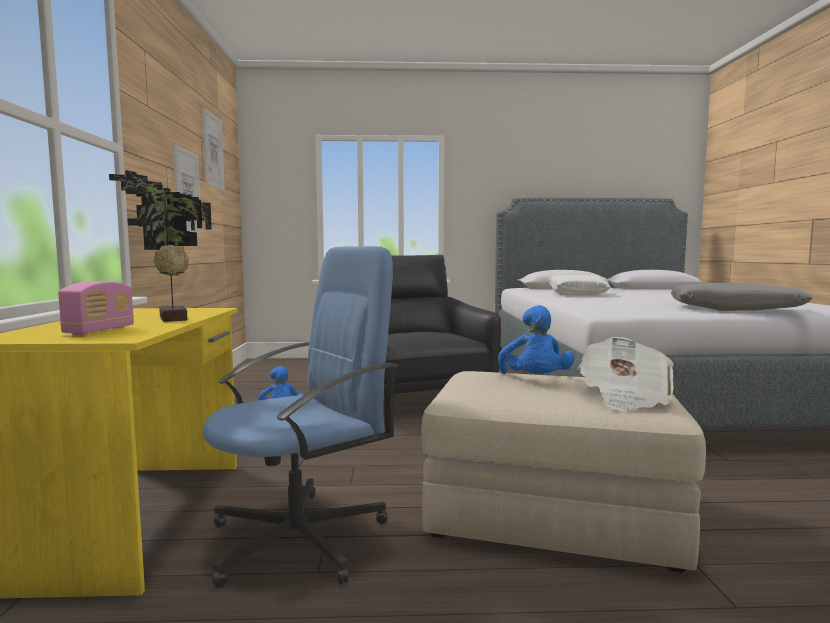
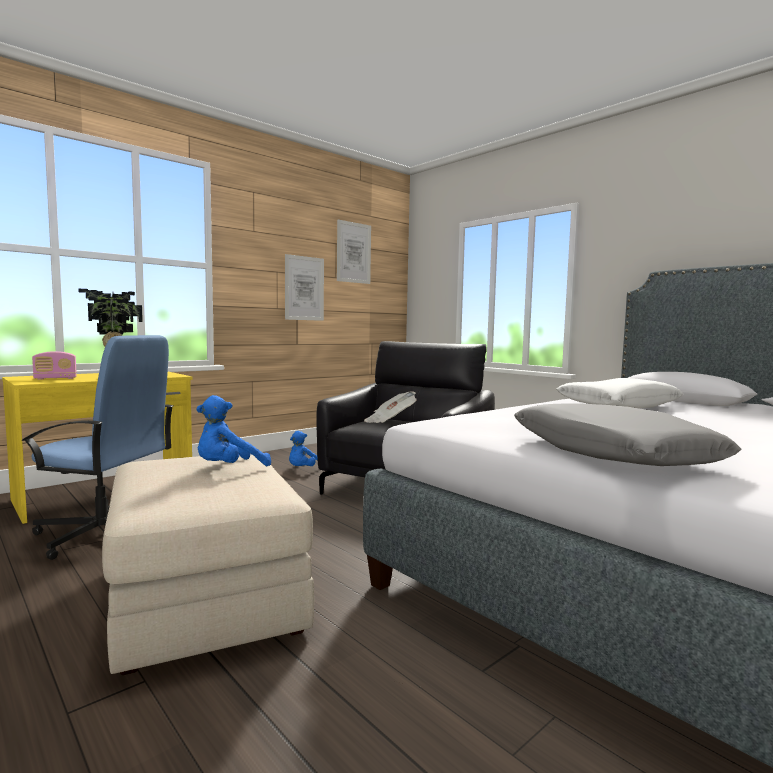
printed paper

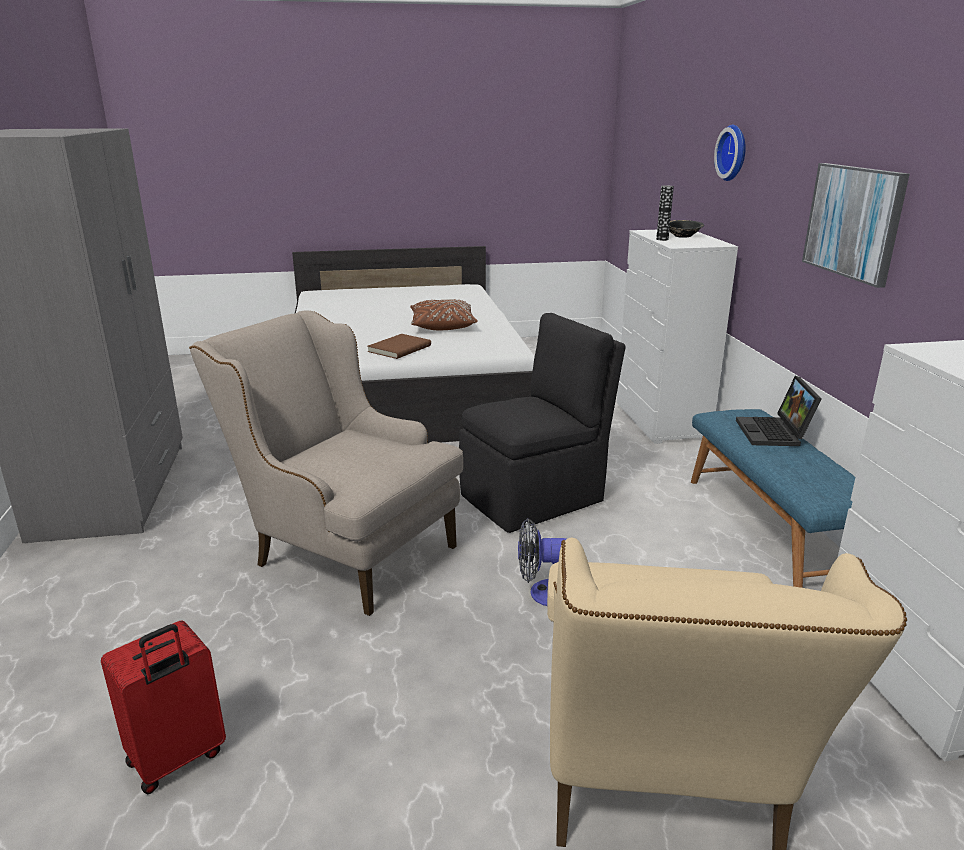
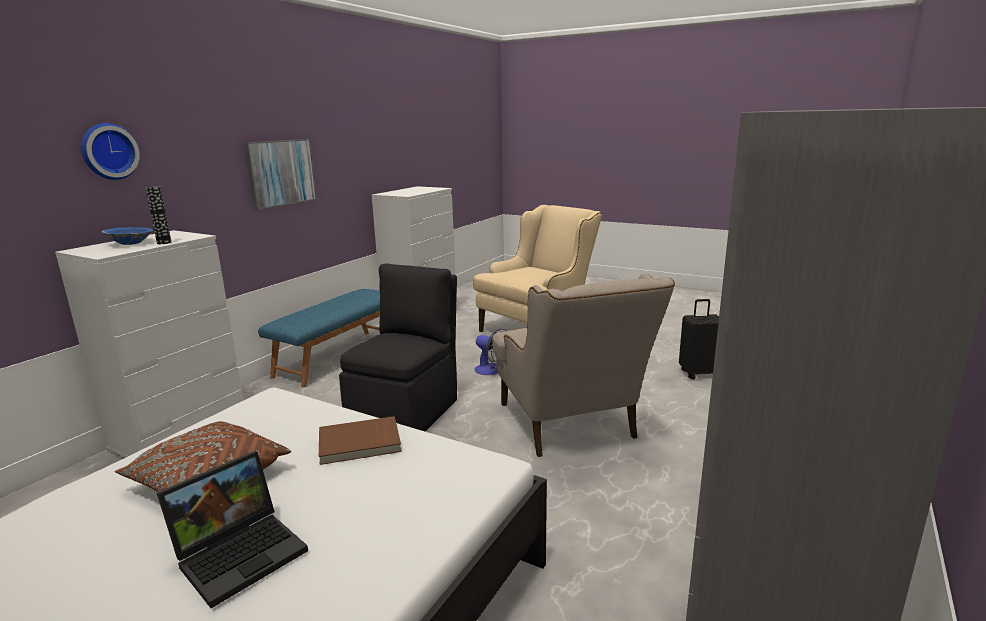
blue-coloured deep dish; black plain chair; notebook computer; black travel case

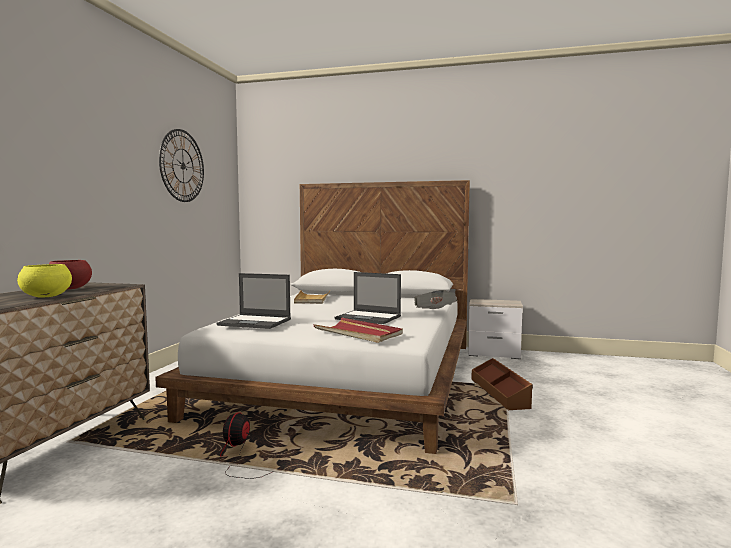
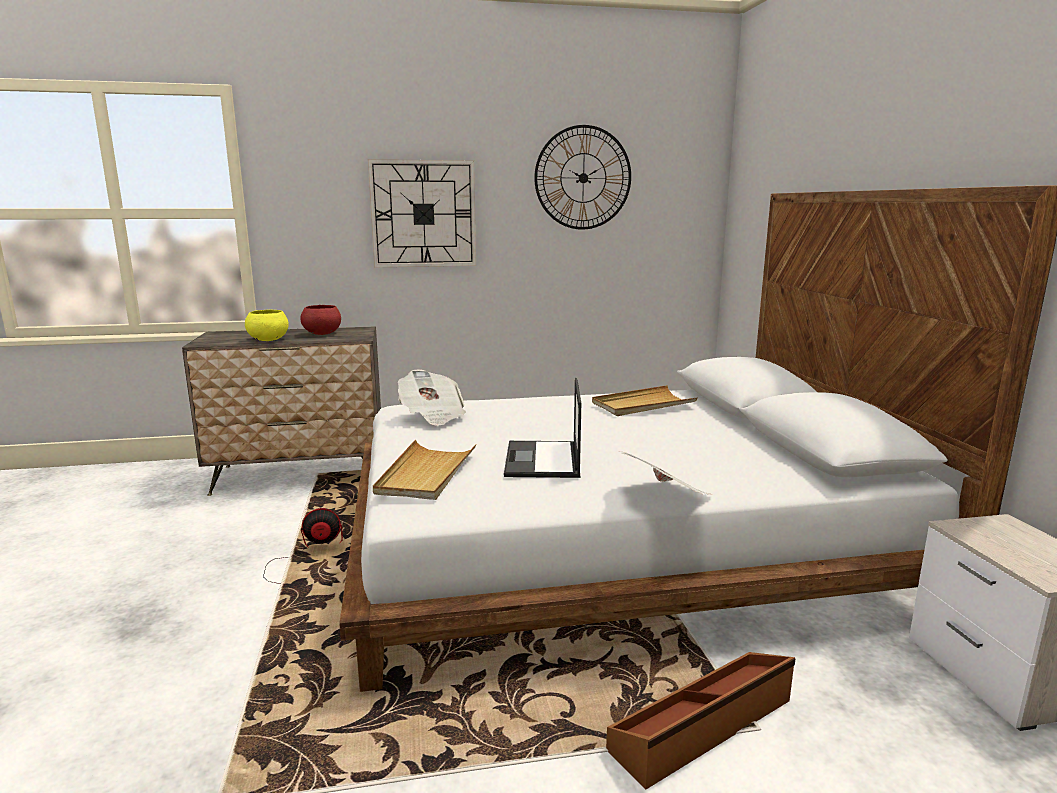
printed paper (1st from left); beige-coloured serving tray (1st from left); clock on the wall (1st from left)

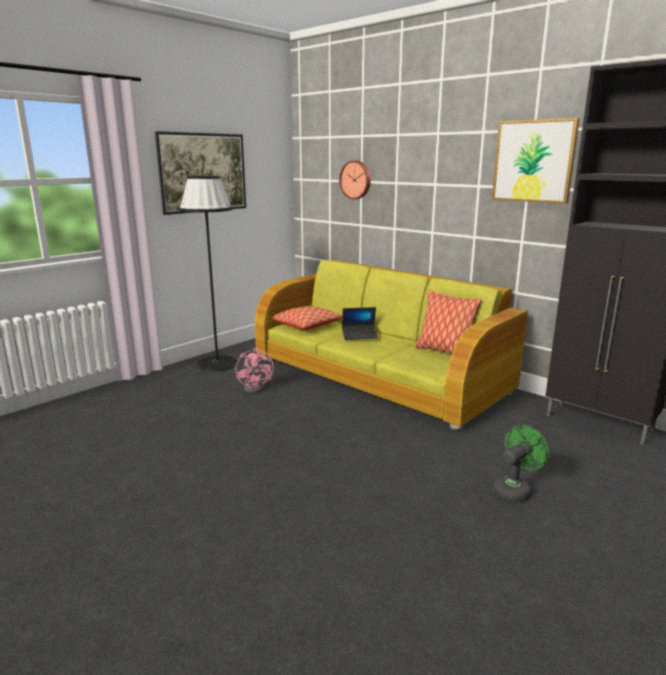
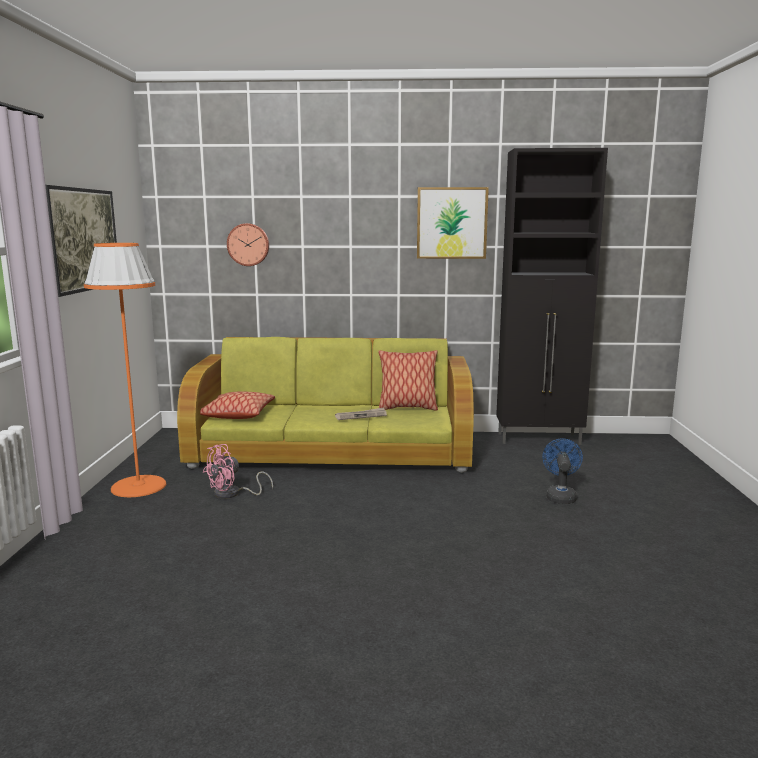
orangey floor lamp; notebook computer; pink-coloured electric fan; blue-coloured electric fan; printed paper

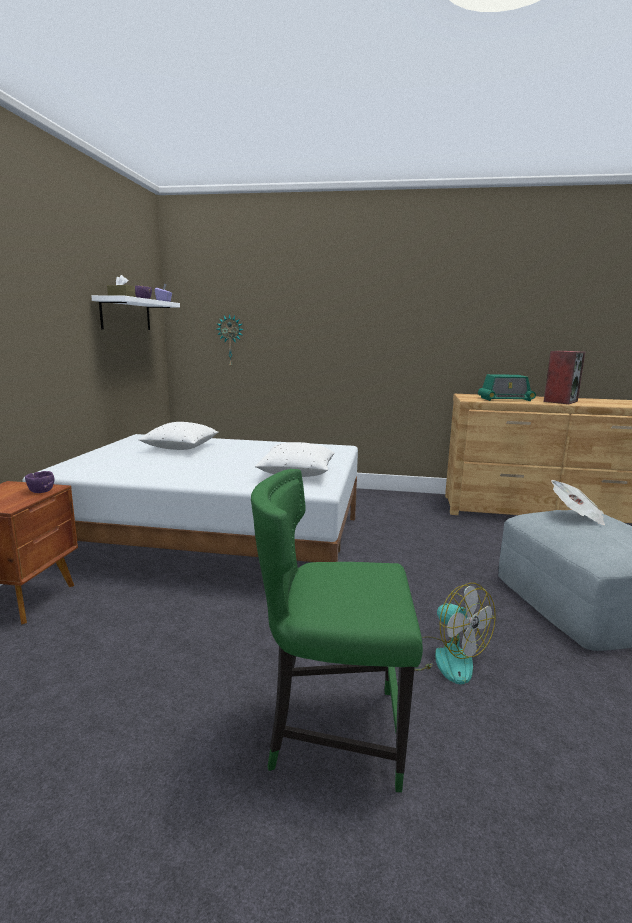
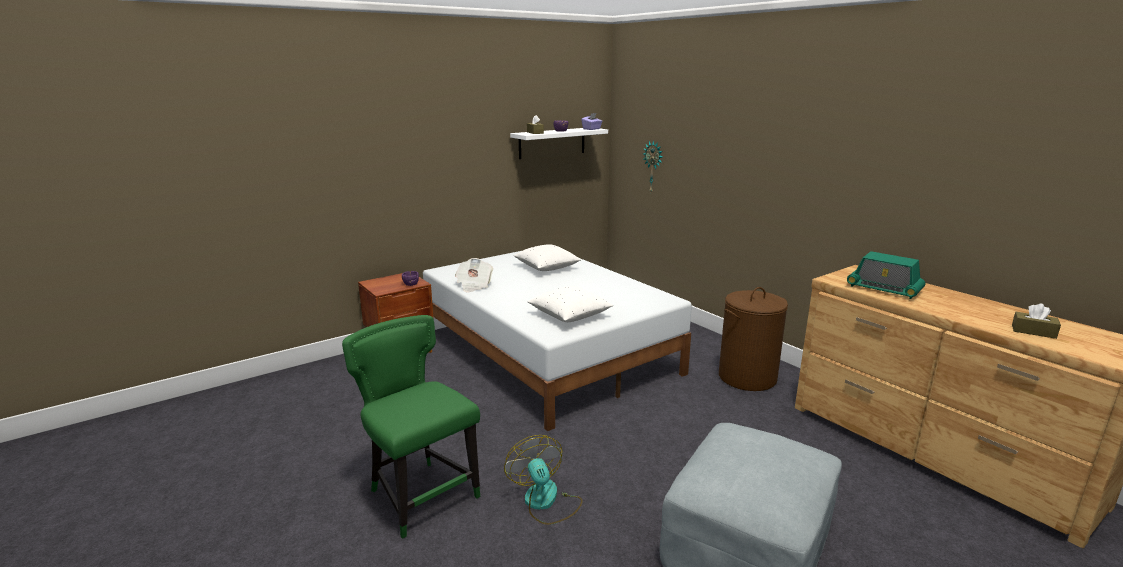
audio speaker; printed paper; electric fan; brown hamper; brown box of tissues (2nd from left)

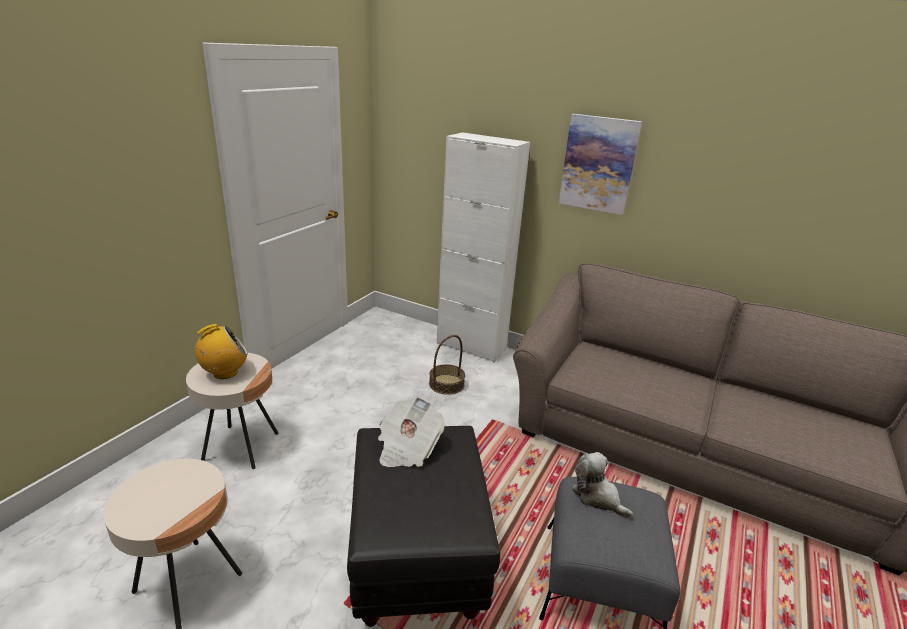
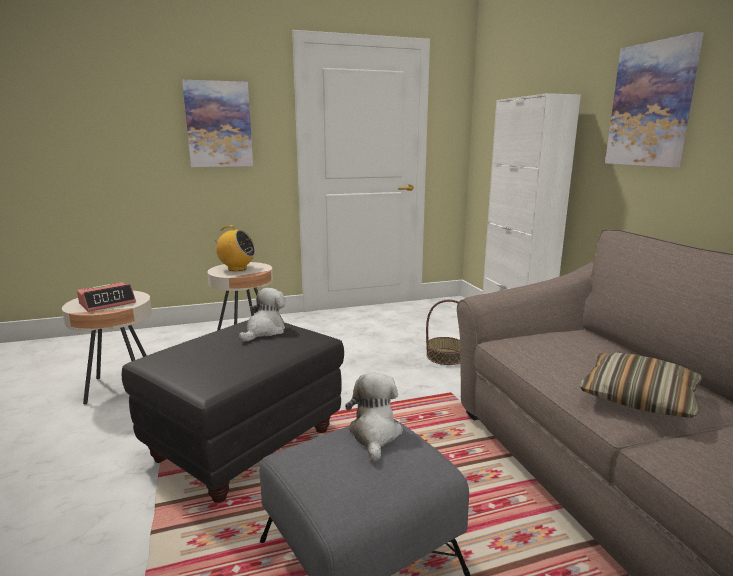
soft toy (1st from left); wall picture (1st from left); table clock; pillow

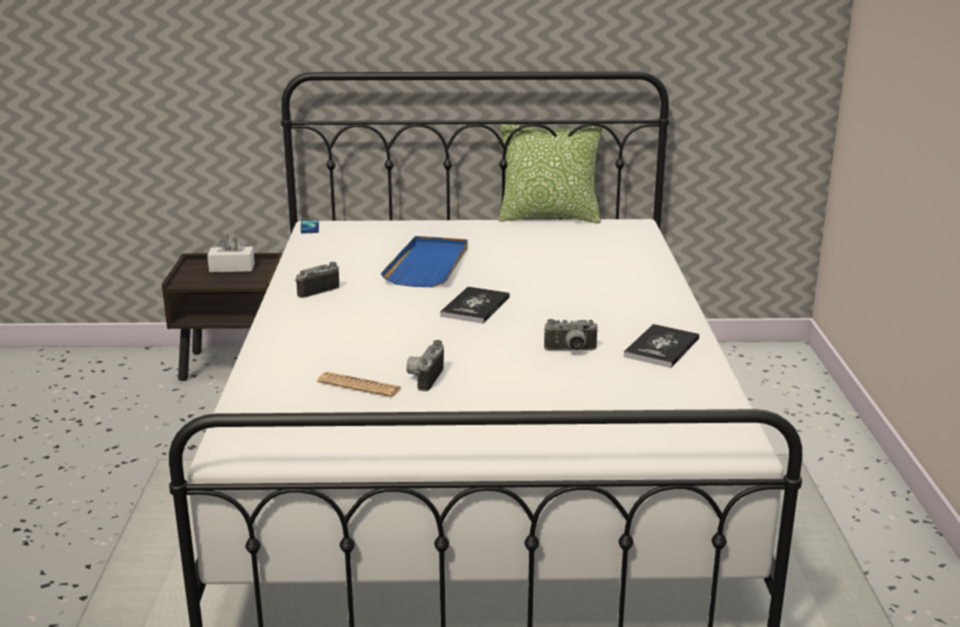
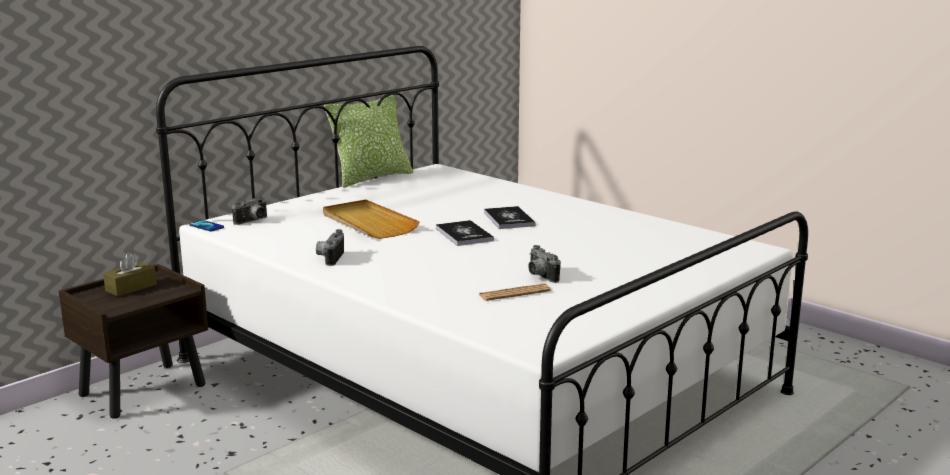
brown box of tissues; beige-coloured serving tray; photo camera (1st from left); volume (2nd from left)

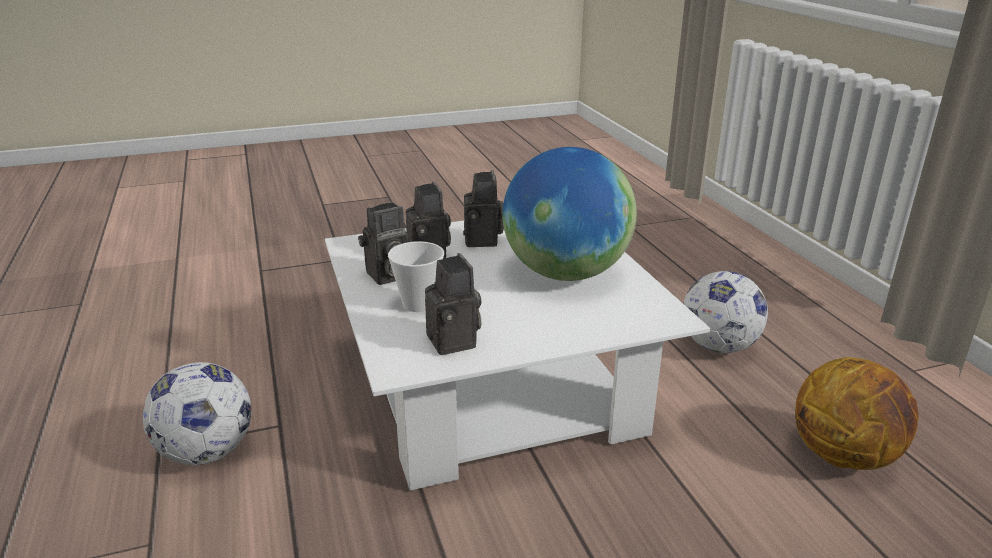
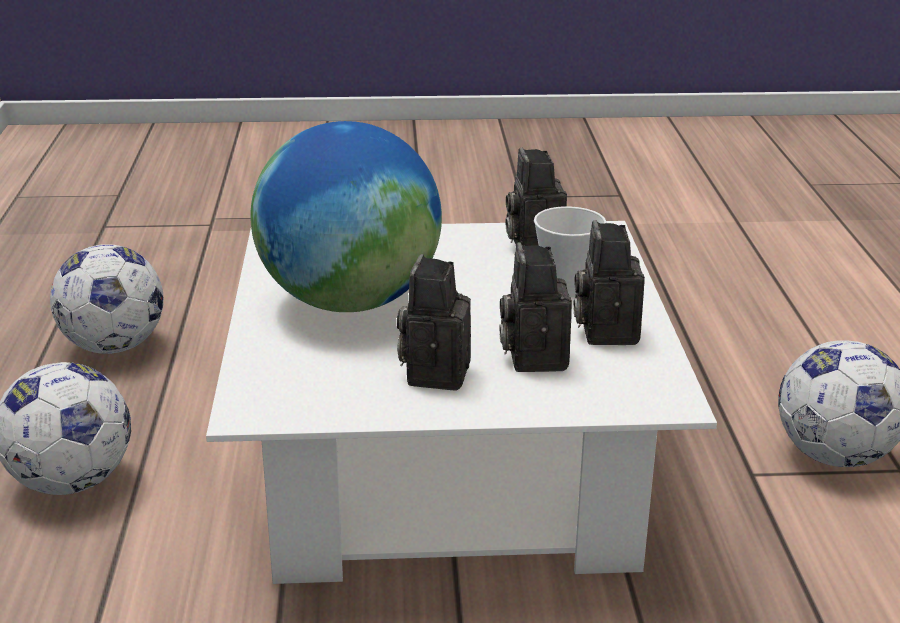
photo camera (4th from left); football (2nd from left)

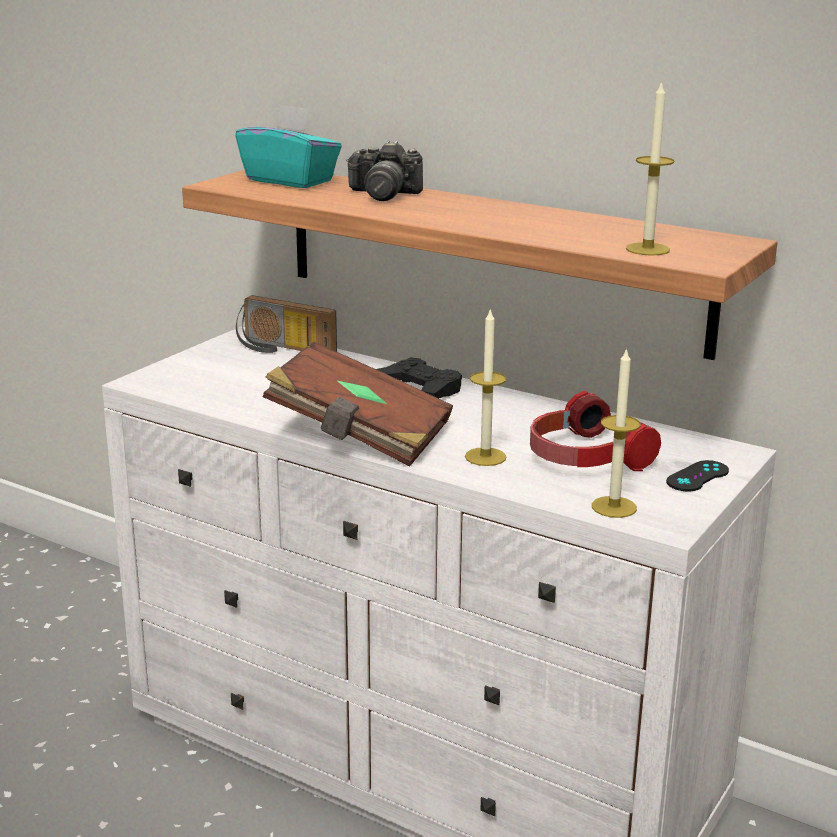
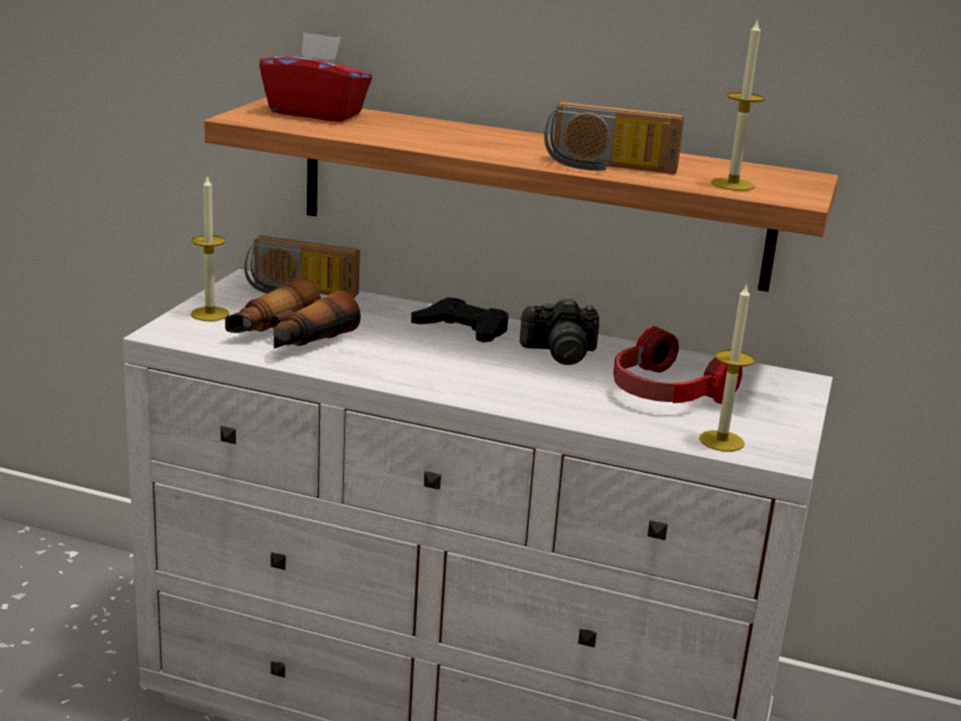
red-coloured box of tissues; photo camera; wax candle (1st from left); brown volume; black game controller (2nd from left in the first image); radio (2nd from left); pair of binoculars

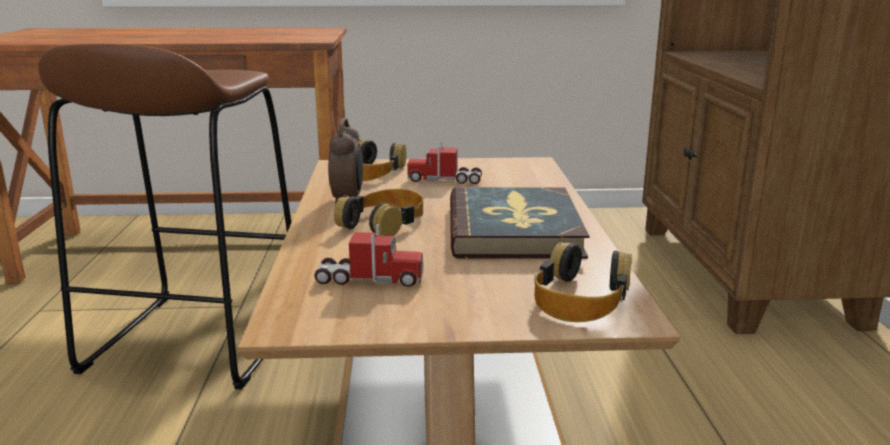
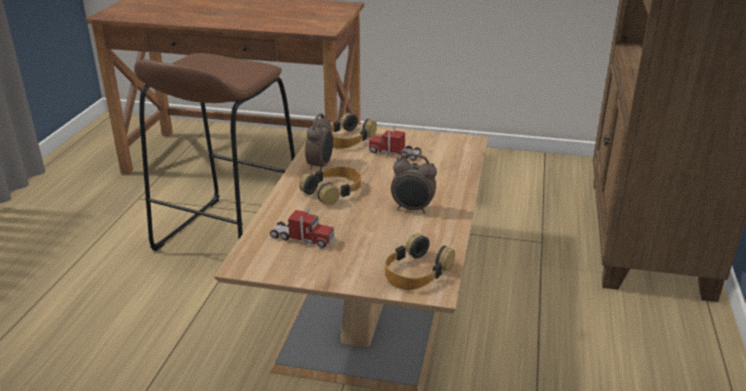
table clock (2nd from left)

